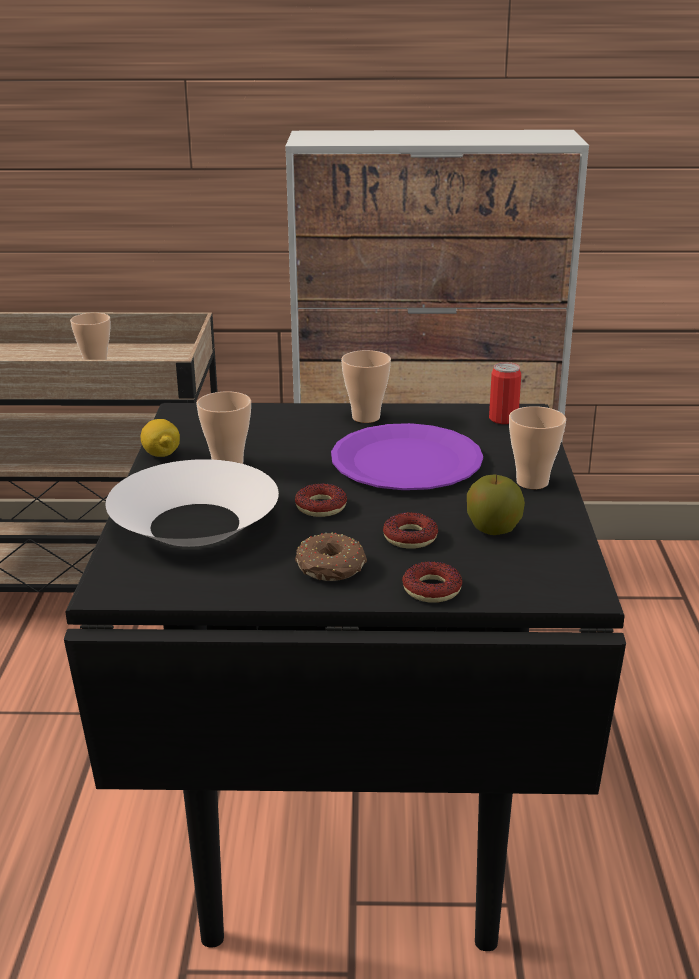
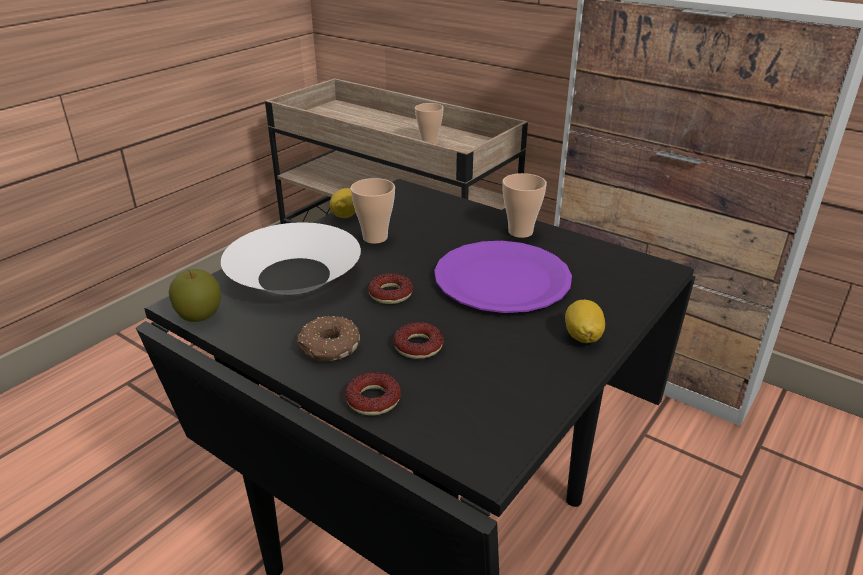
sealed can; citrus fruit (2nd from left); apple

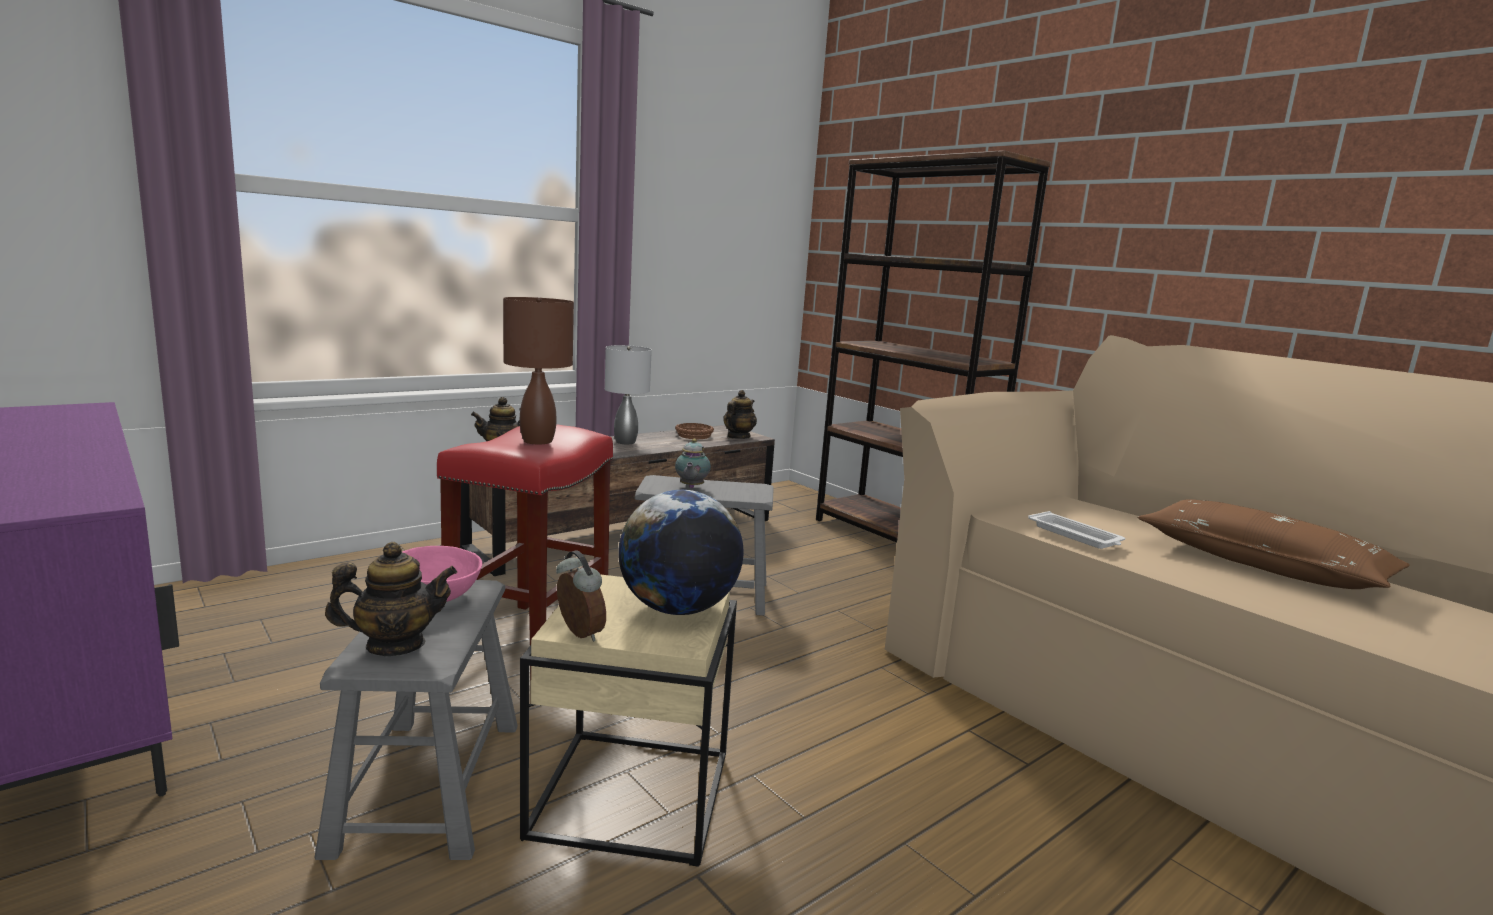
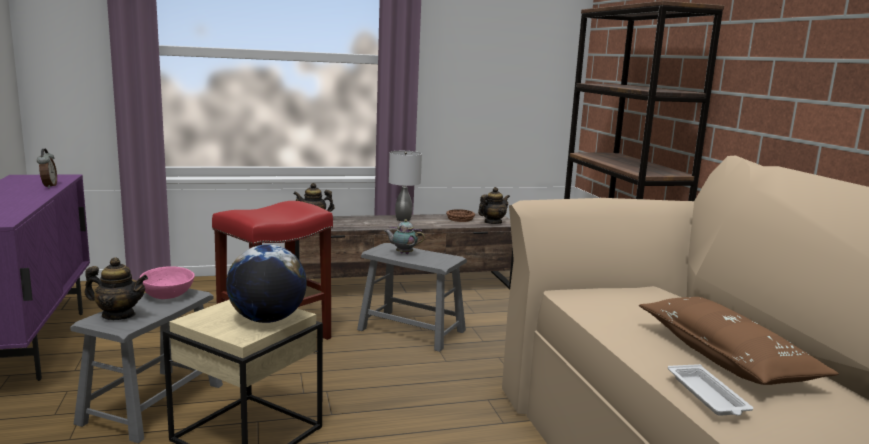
brown tabletop lamp; tea pot (3rd from left); whitish serving tray; table clock

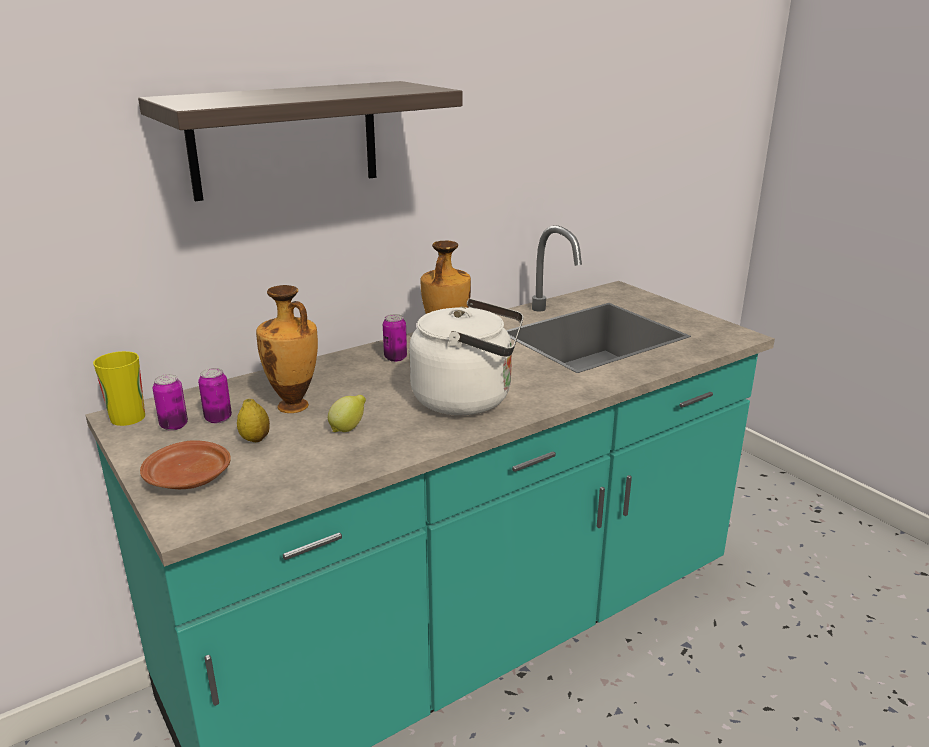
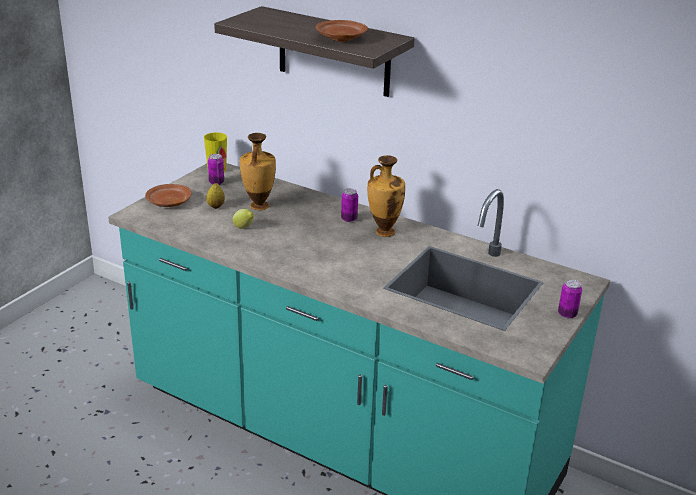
whitish tea kettle; sealed can (3rd from left); brown flat dish (2nd from left)

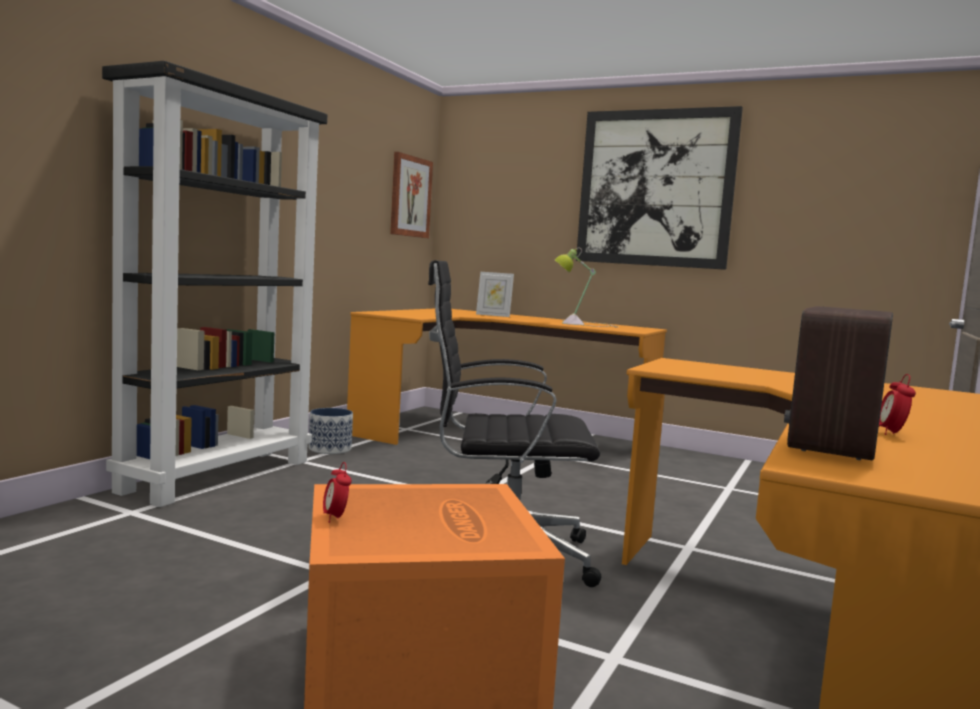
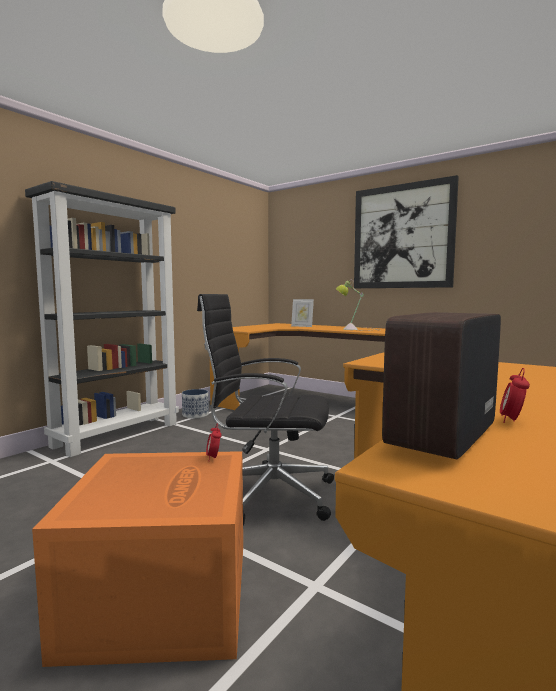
wall picture (1st from left in the first image); table clock (1st from left)

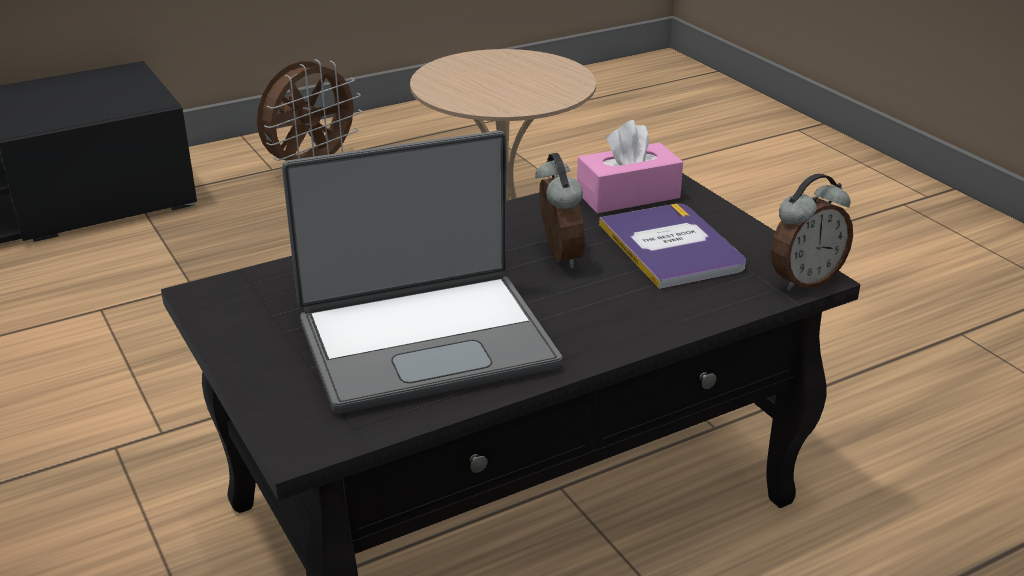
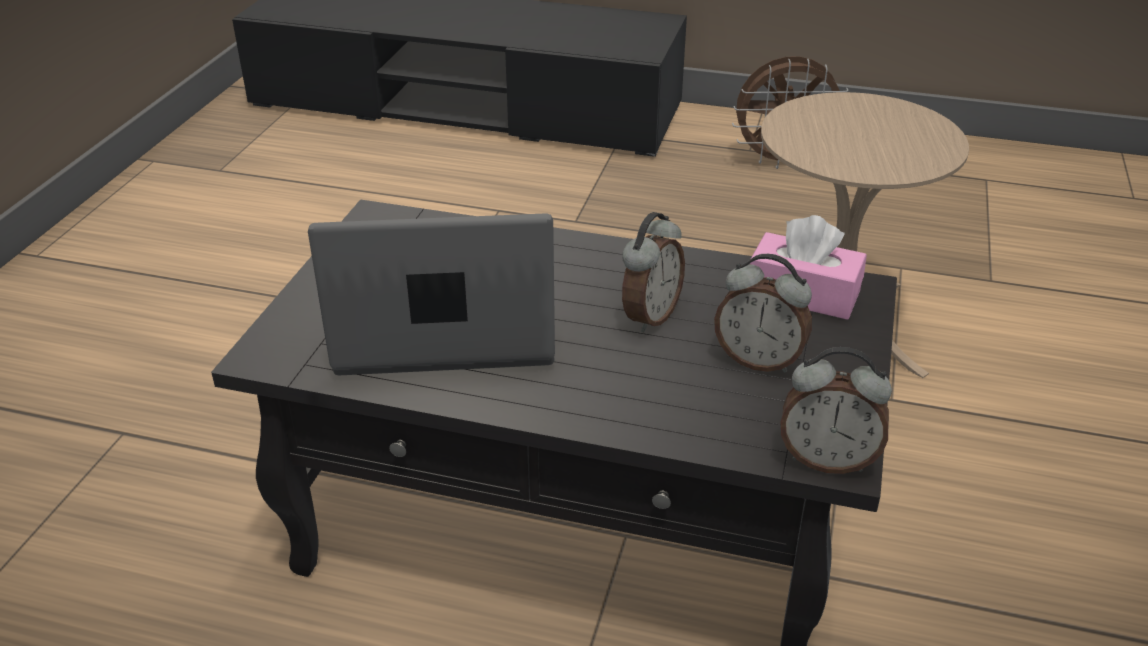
notebook computer; table clock (2nd from left)

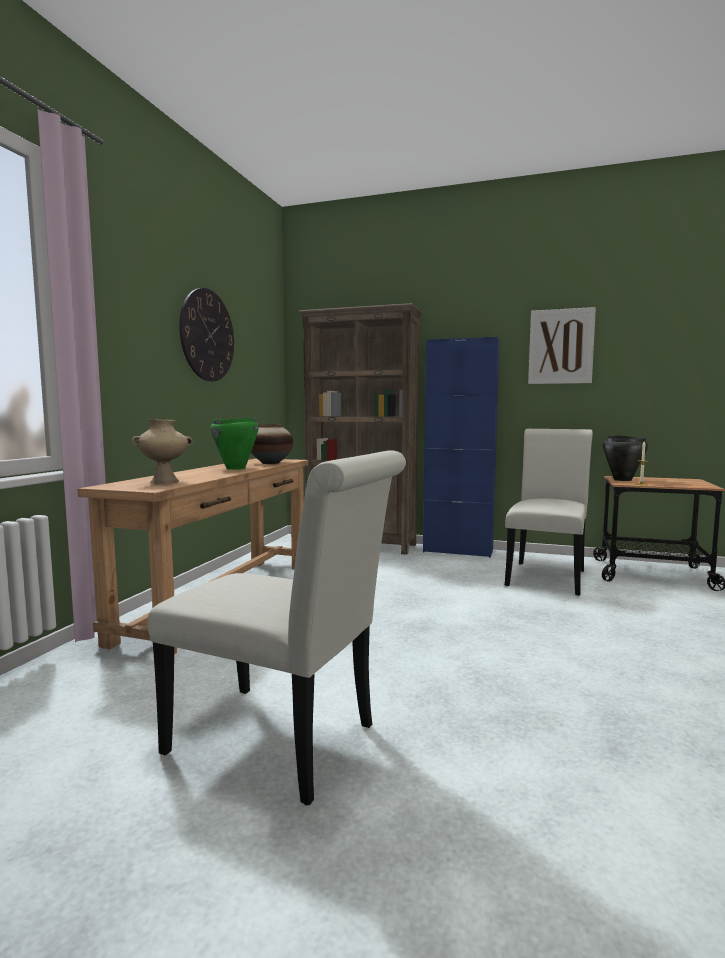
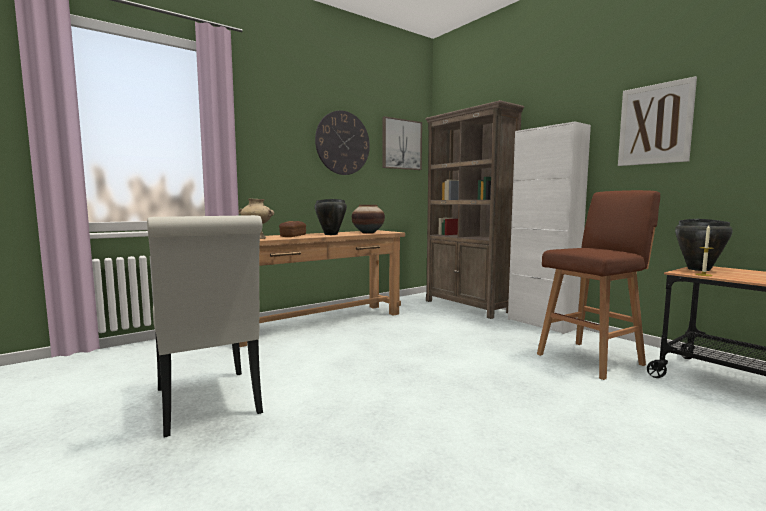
whitish cupboard; black saucepot (1st from left); brown stool; wall picture (1st from left); bakery bread

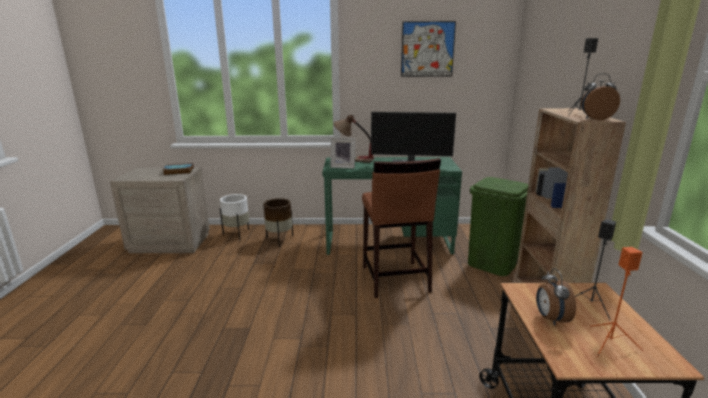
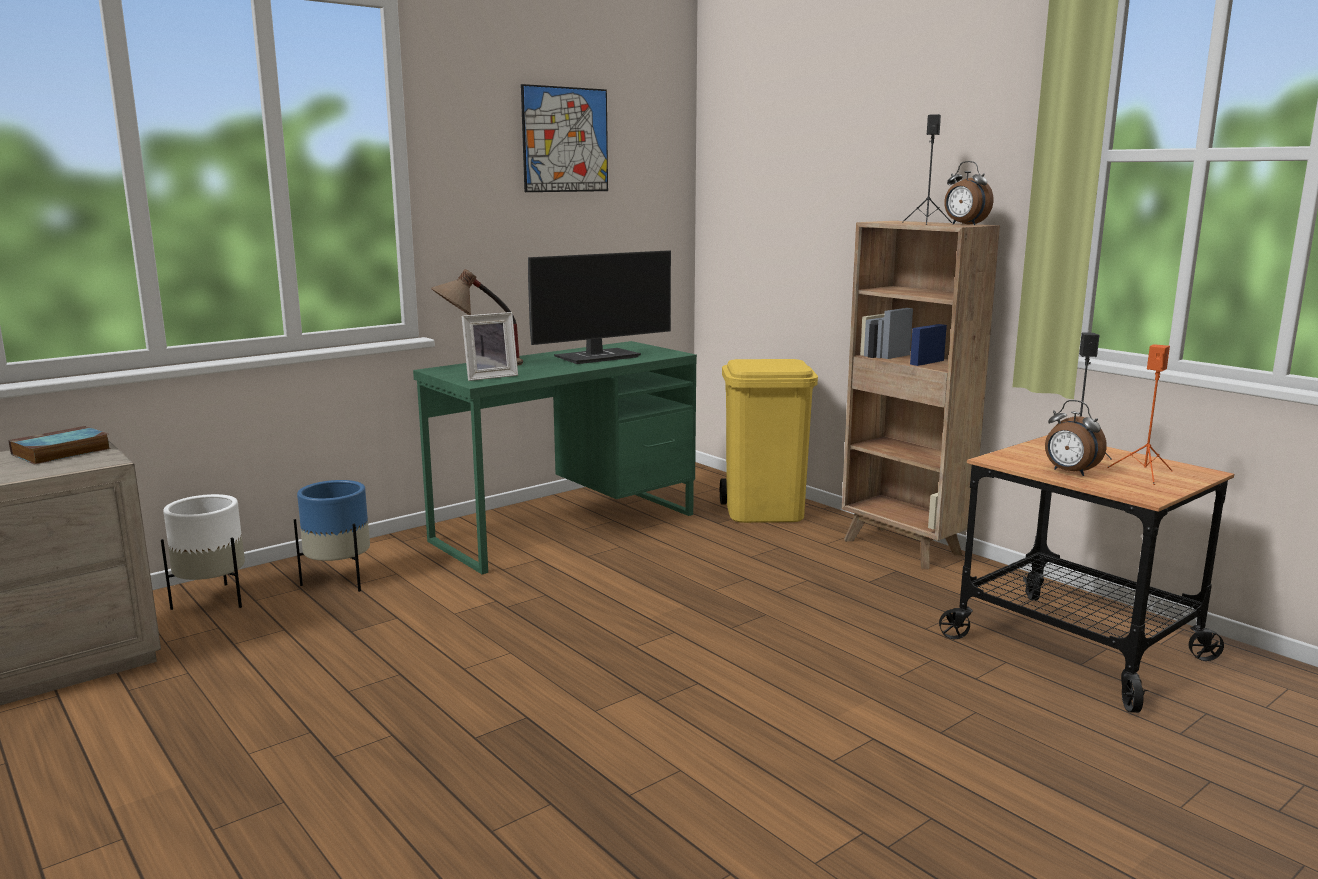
table clock (1st from left); brown stool; yellowish waste bin; blue-coloured flower pot

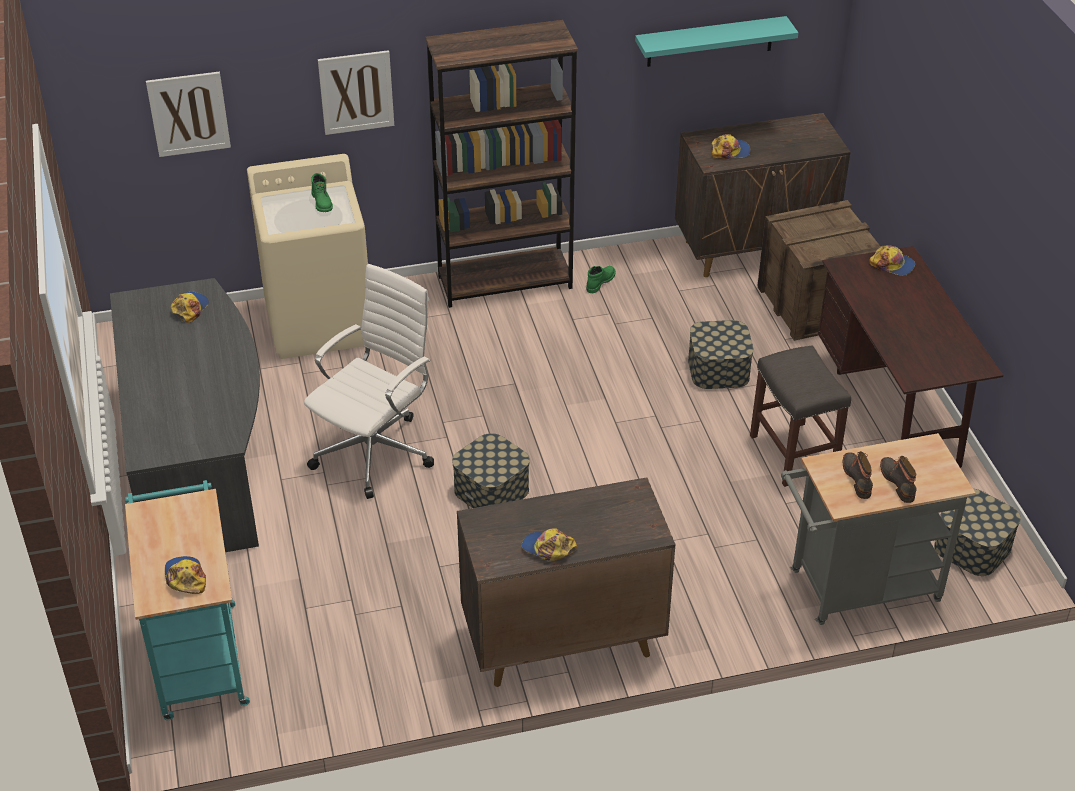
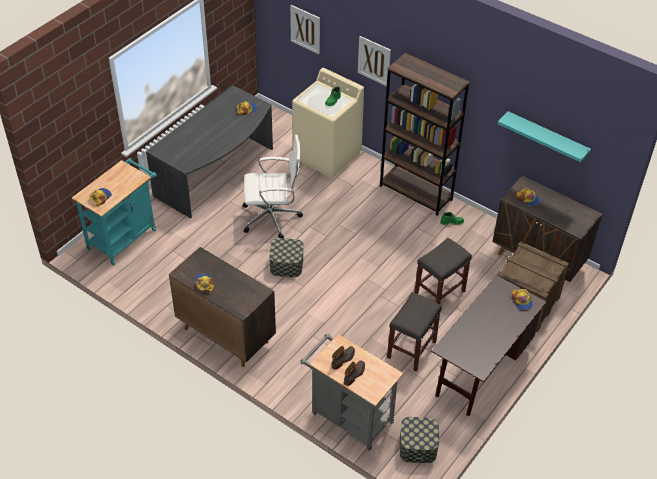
grey stool (2nd from left)

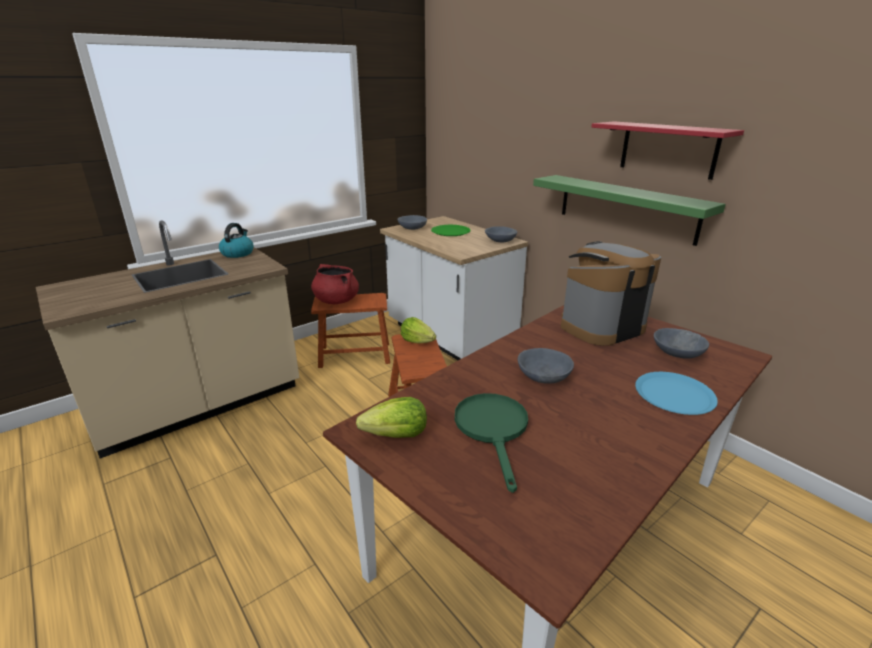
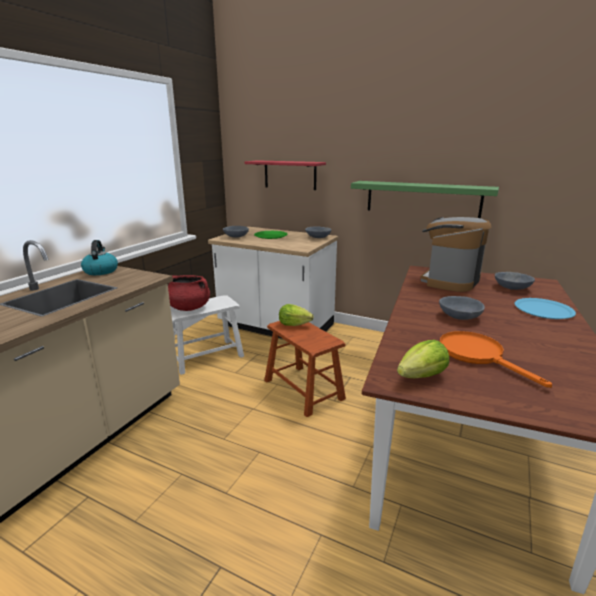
red-coloured shelf; whitish stool; orangey frying pan

